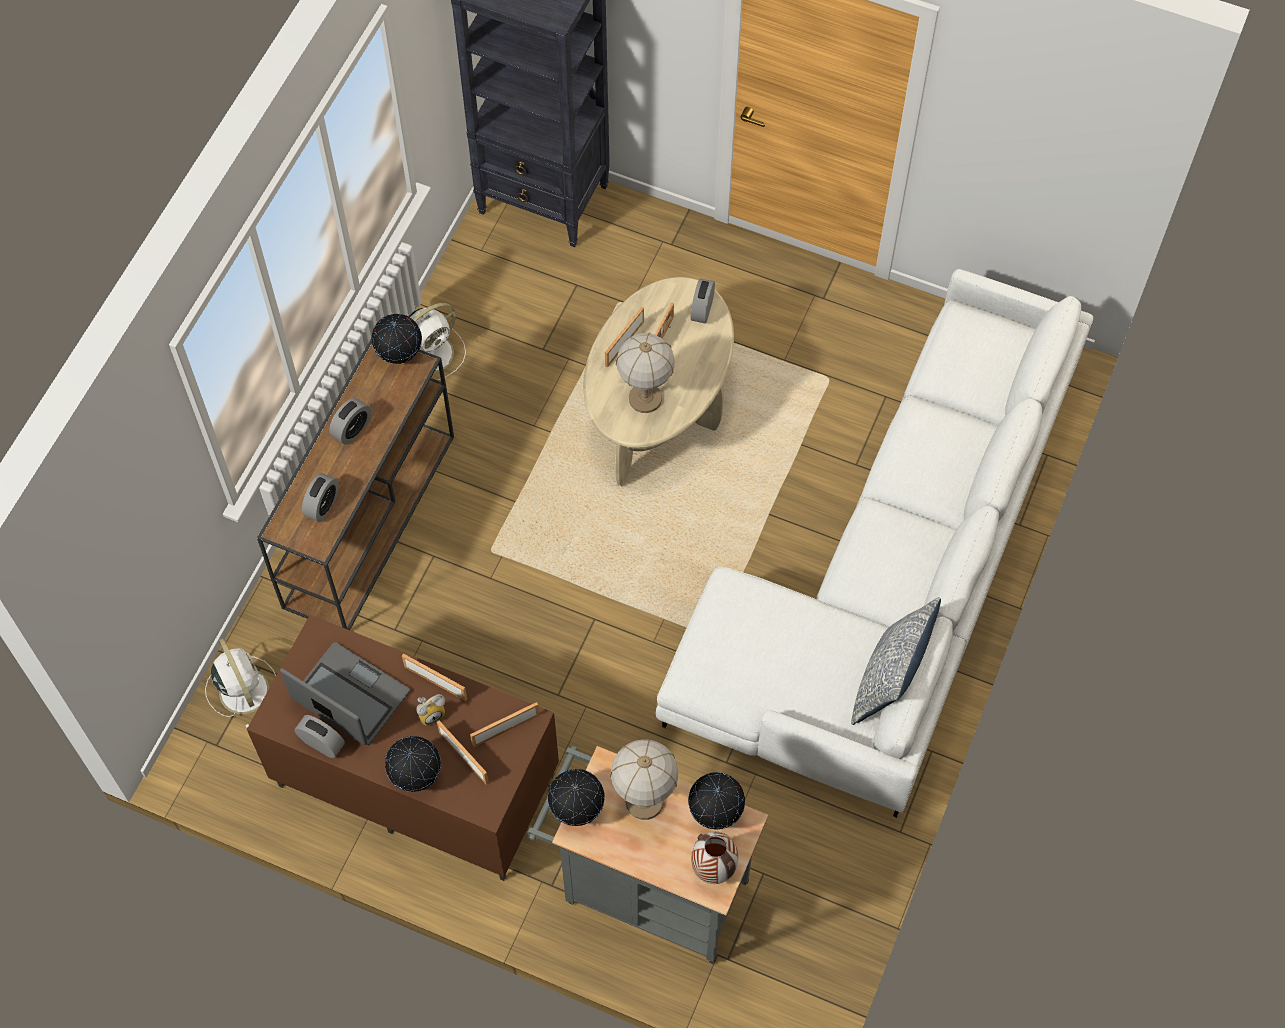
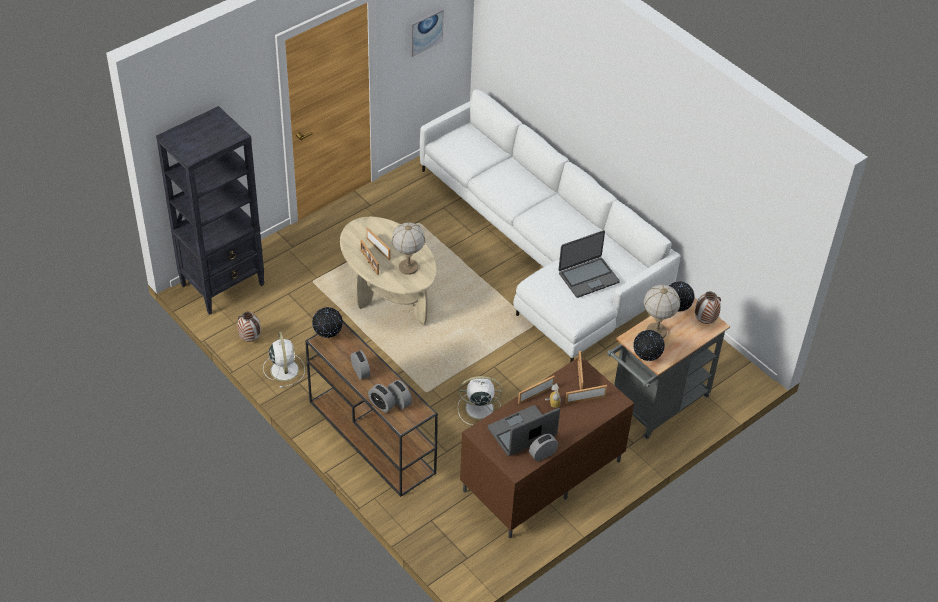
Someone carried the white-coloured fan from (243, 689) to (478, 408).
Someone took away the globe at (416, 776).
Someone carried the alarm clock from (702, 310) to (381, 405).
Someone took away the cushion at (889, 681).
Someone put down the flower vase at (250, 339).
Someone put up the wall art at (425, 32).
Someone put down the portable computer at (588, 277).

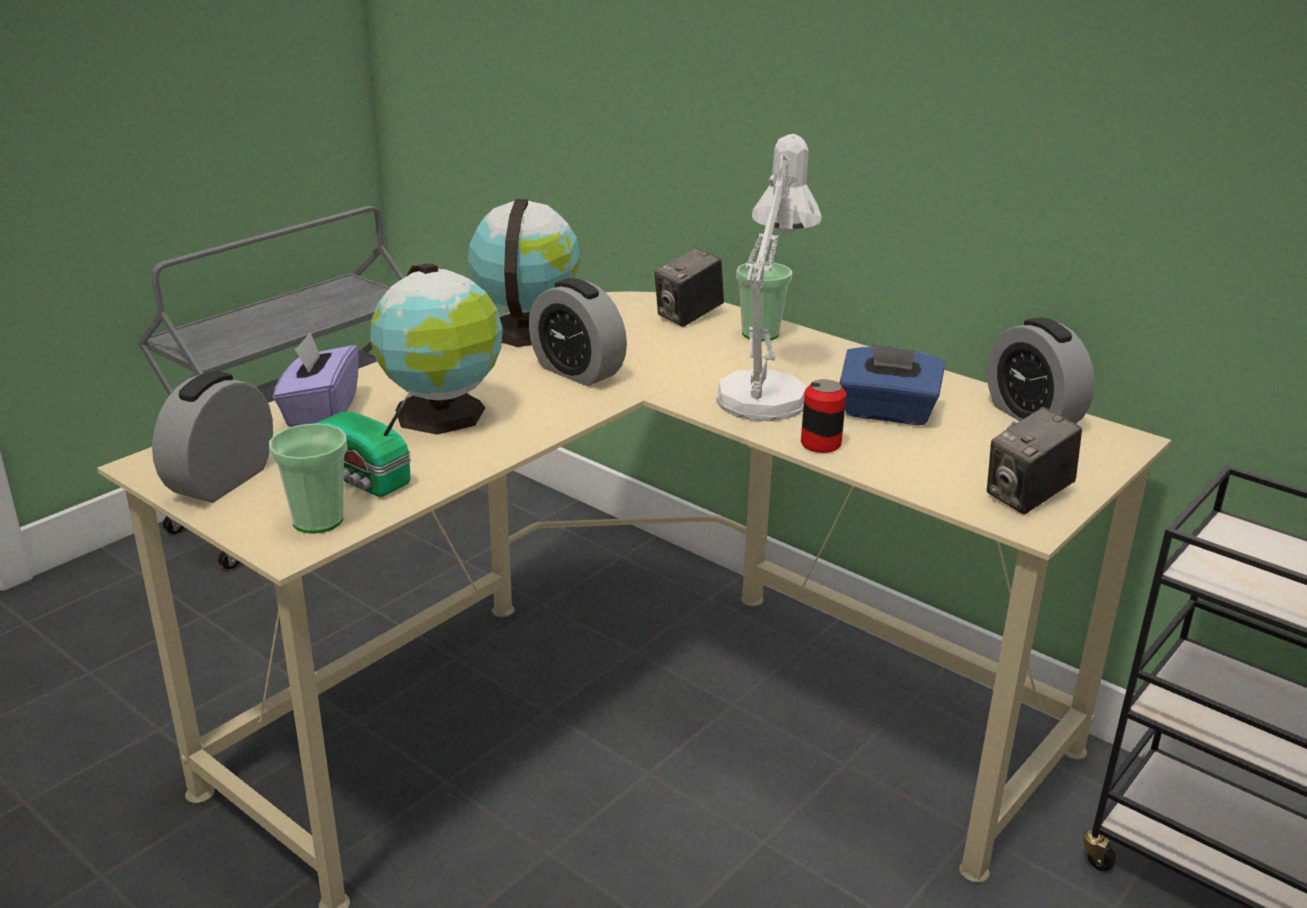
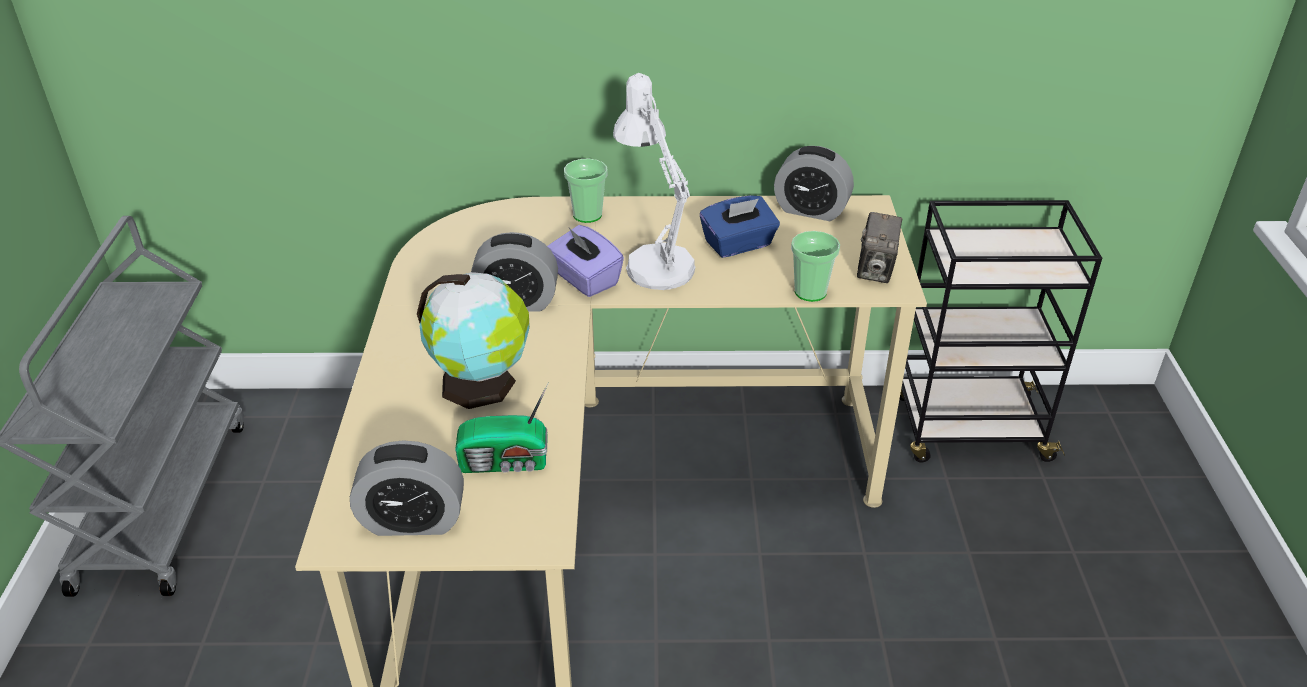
Someone rotated the alarm clock at (221, 481) by 75 degrees counterclockwise.
Someone carried the cup from (318, 520) to (810, 292).
Someone carried the purple box of tissues from (321, 412) to (585, 279).
Someone took away the globe at (526, 329).
Someone took away the still camera at (688, 317).
Someone took away the metal can at (820, 444).

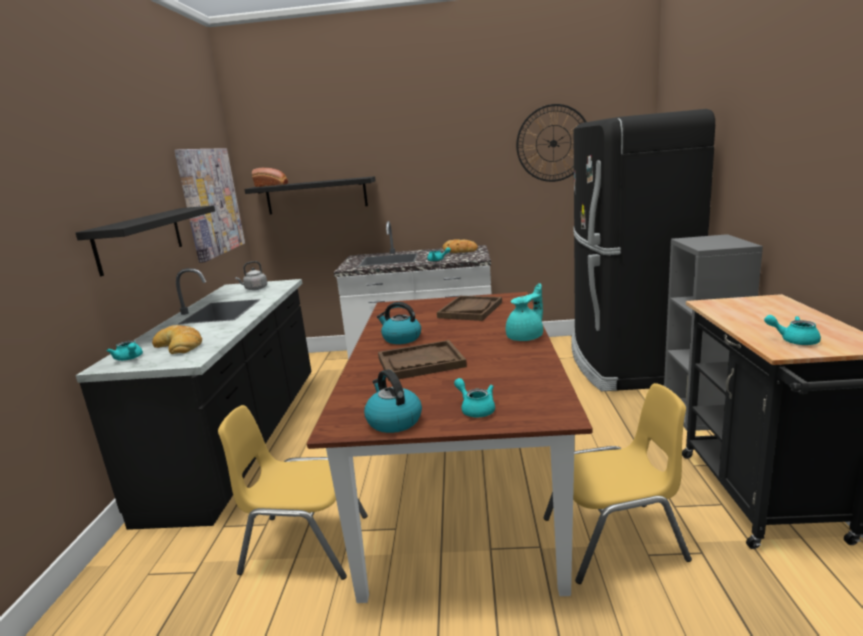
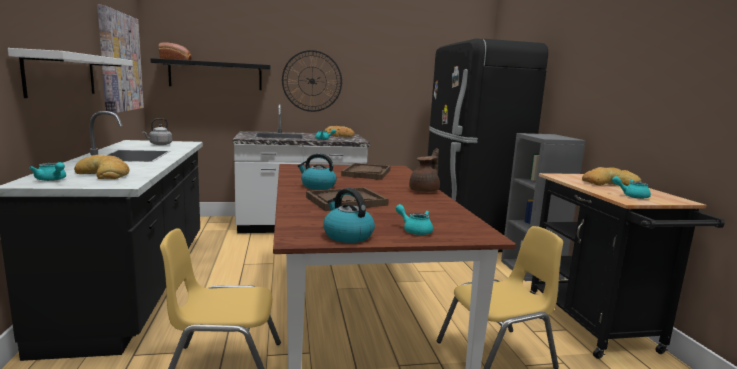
Someone repainted the black shelf at (140, 239), which became the white-coloured shelf at (61, 75).
Someone repainted the turquoise-coloured teapot at (526, 337), which became the brown teapot at (425, 191).
Someone carried the wall clock from (553, 143) to (312, 81).
Someone put down the bakery bread at (609, 184).

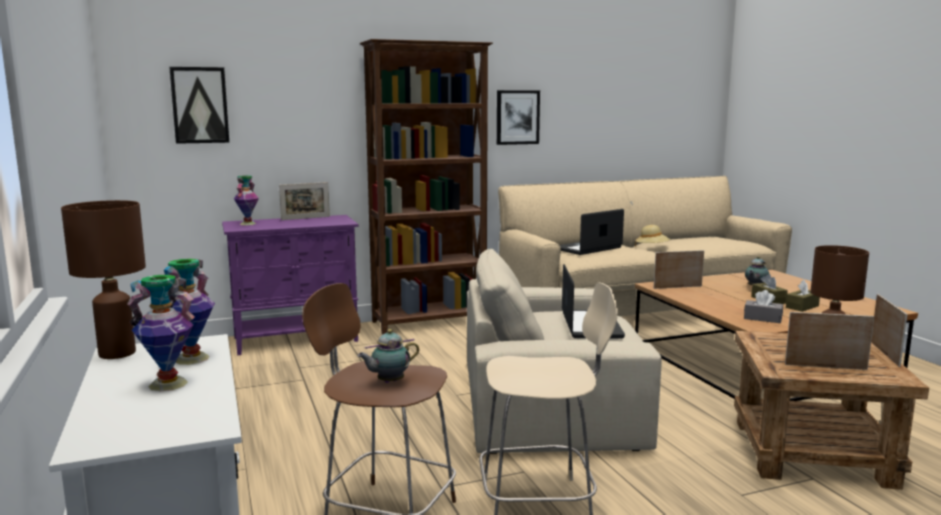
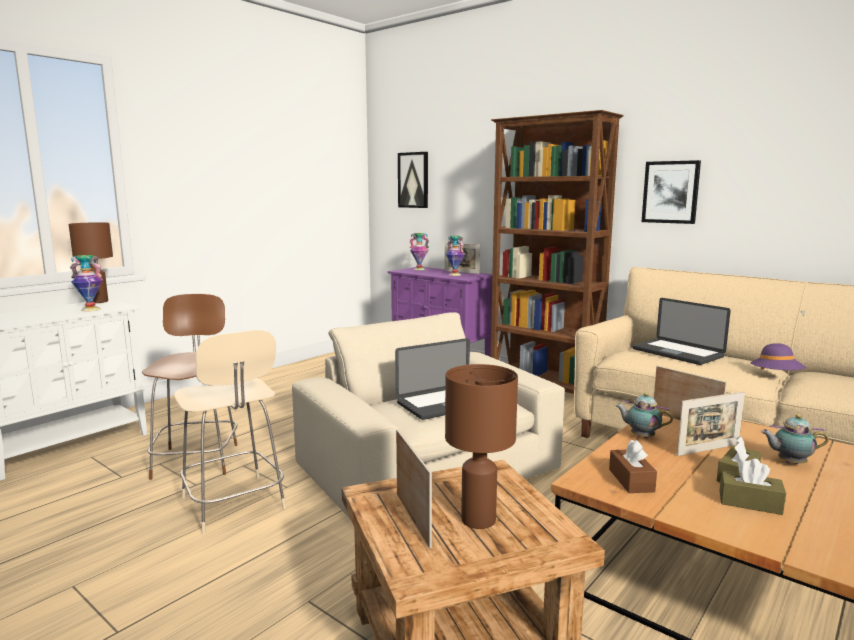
Someone carried the flower vase from (168, 384) to (454, 274).
Someone carried the teapot from (388, 382) to (640, 436).
Someone rotated the portable computer at (588, 248) by 150 degrees counterclockwise.
Someone repainted the beige-coloured clothing hat at (652, 248), which became the purple clothing hat at (776, 376).
Someone repainted the gray box of tissues at (762, 318), which became the brown box of tissues at (631, 480).
Someone carried the photo frame from (884, 354) to (708, 450).

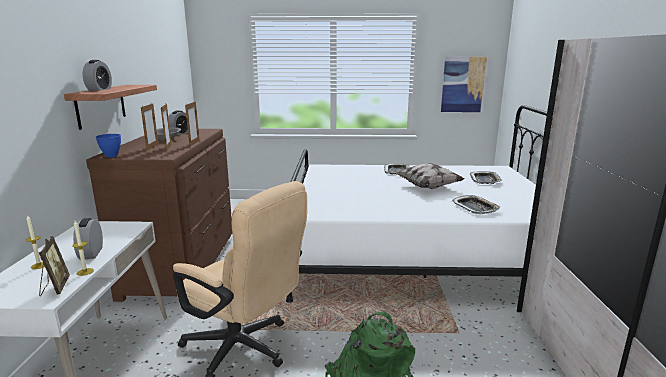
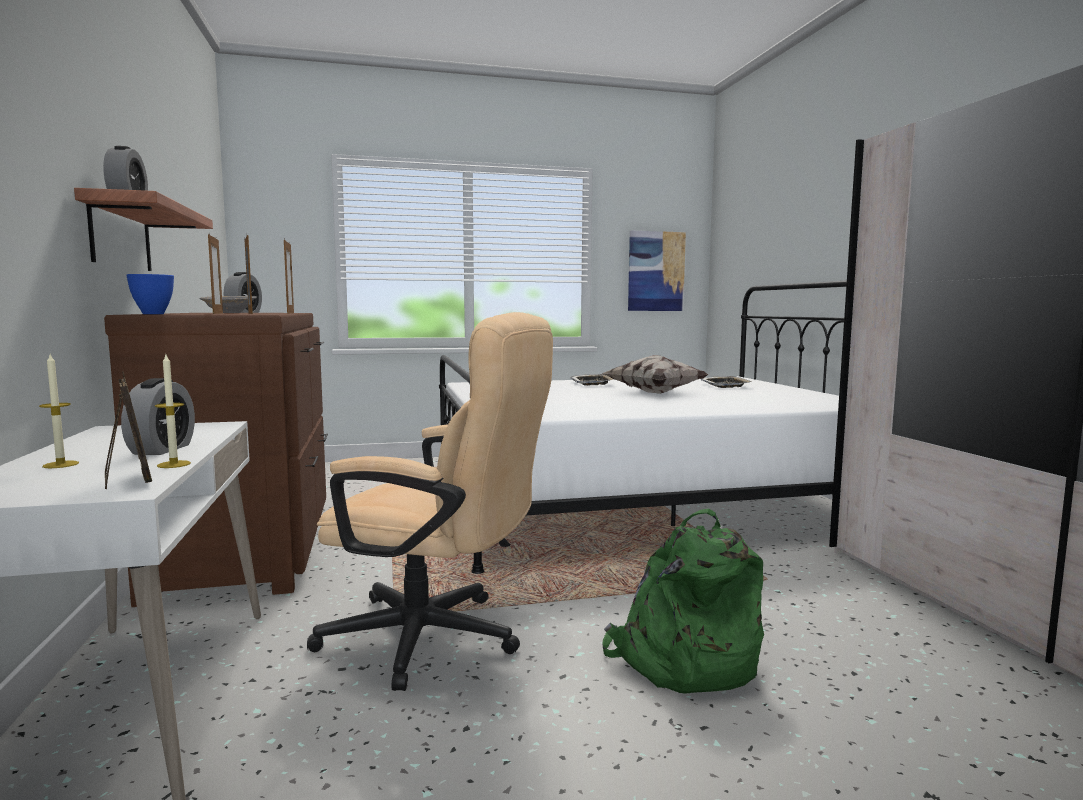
Someone rotated the alarm clock at (91, 253) by 150 degrees counterclockwise.
Someone took away the serving tray at (475, 208).

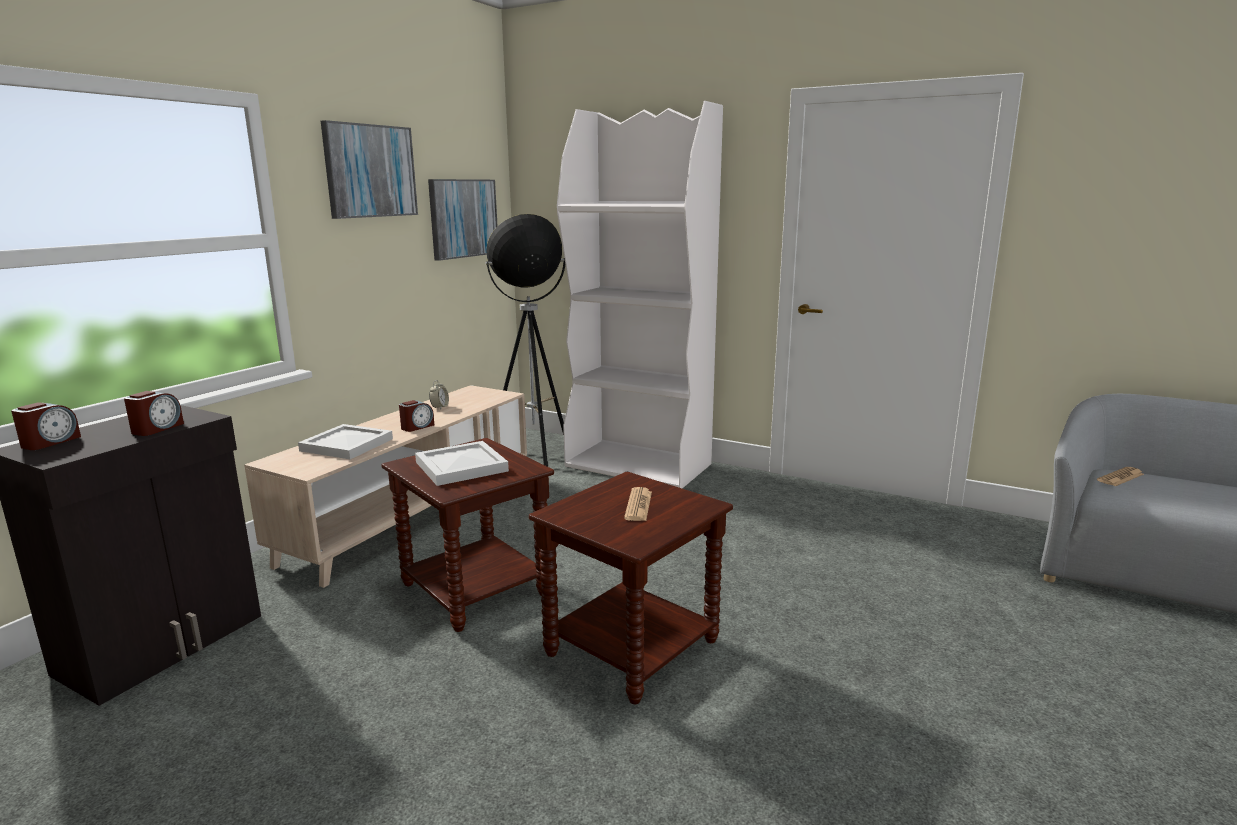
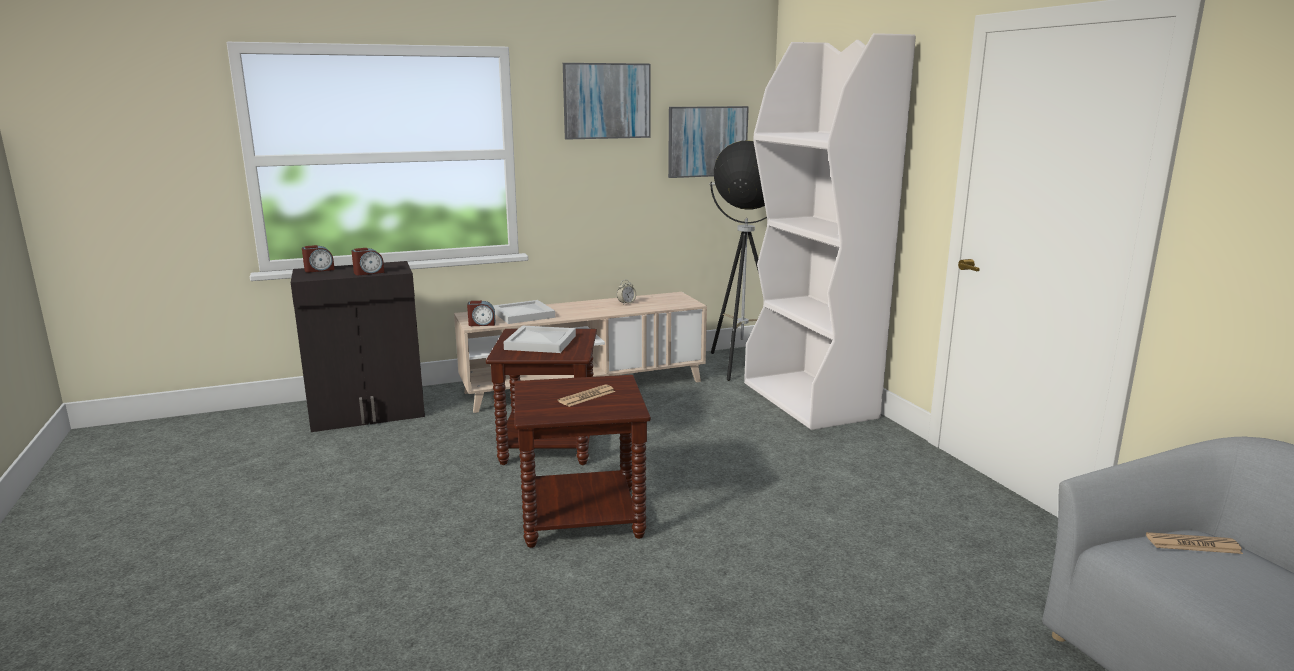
Someone carried the alarm clock from (417, 427) to (482, 324).

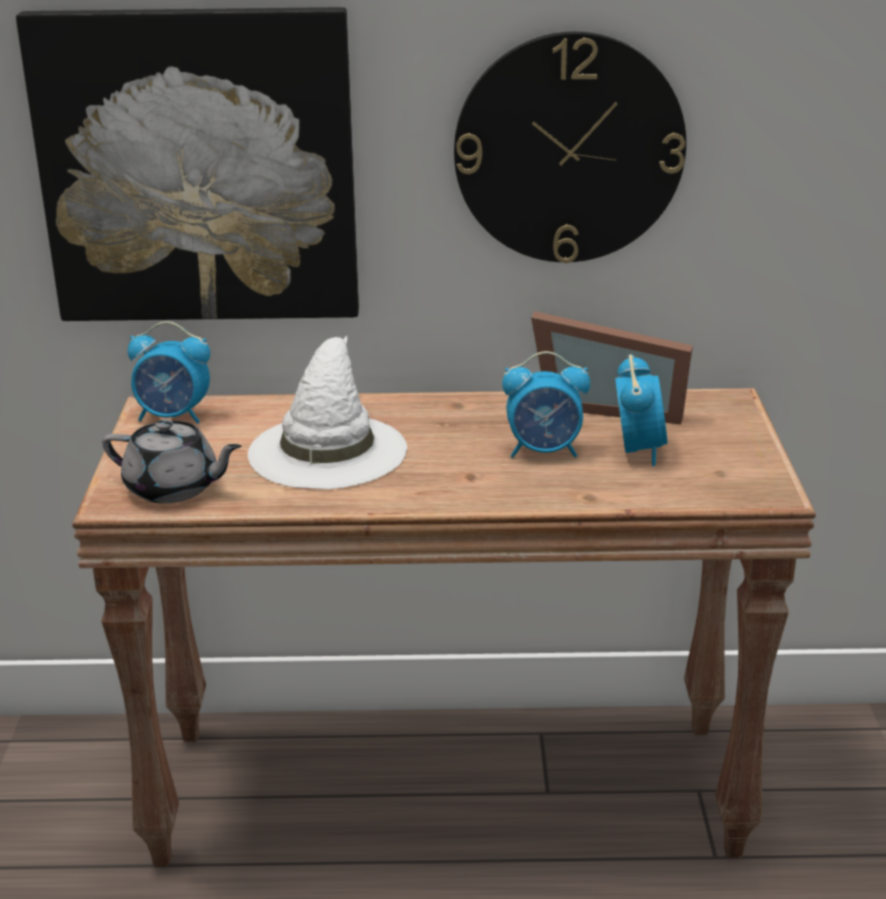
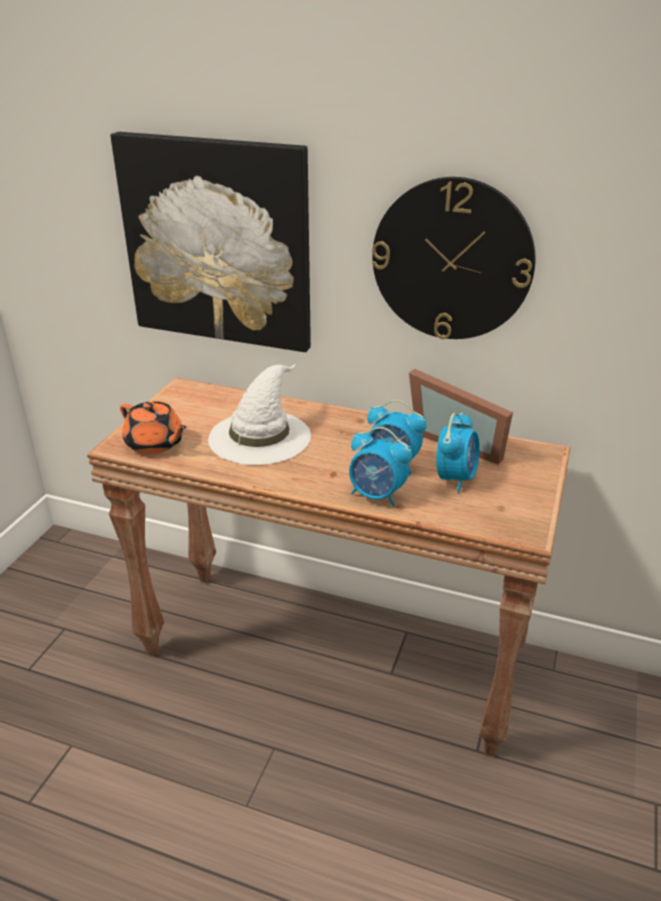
Someone repainted the gray teapot at (173, 488), which became the orangey teapot at (155, 444).
Someone carried the alarm clock from (174, 417) to (377, 495).

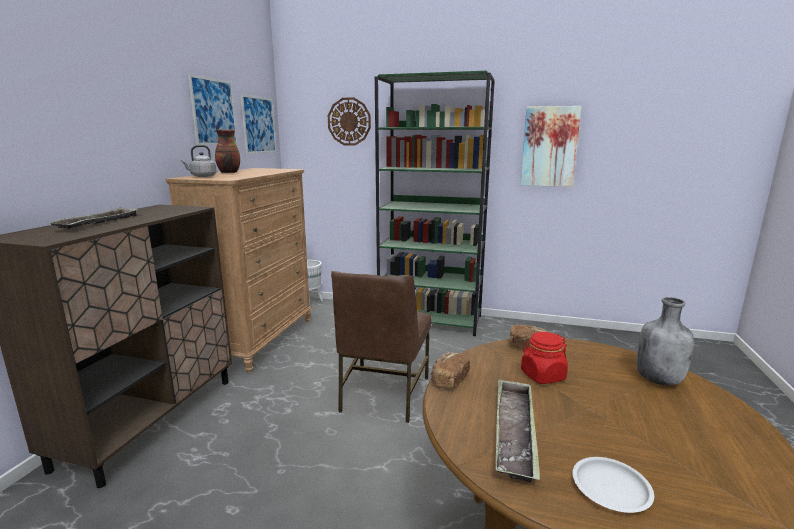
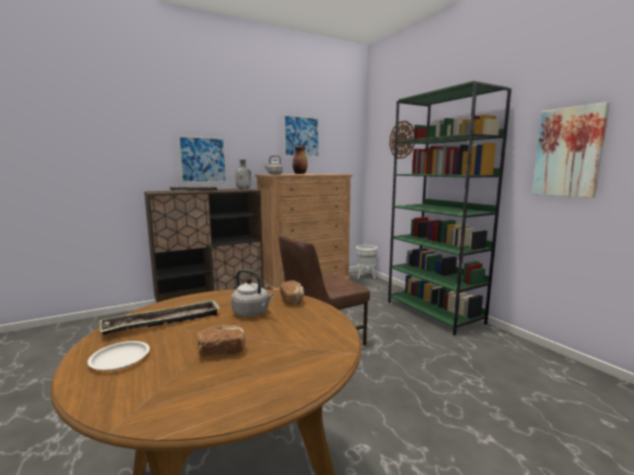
Someone carried the wall art from (259, 125) to (203, 159).
Someone carried the bakery bread from (448, 380) to (222, 351).
Someone swapped the red-coloured jar at (542, 376) for the gray tea kettle at (252, 313).
Someone carried the gray drink bottle from (659, 380) to (244, 189).

